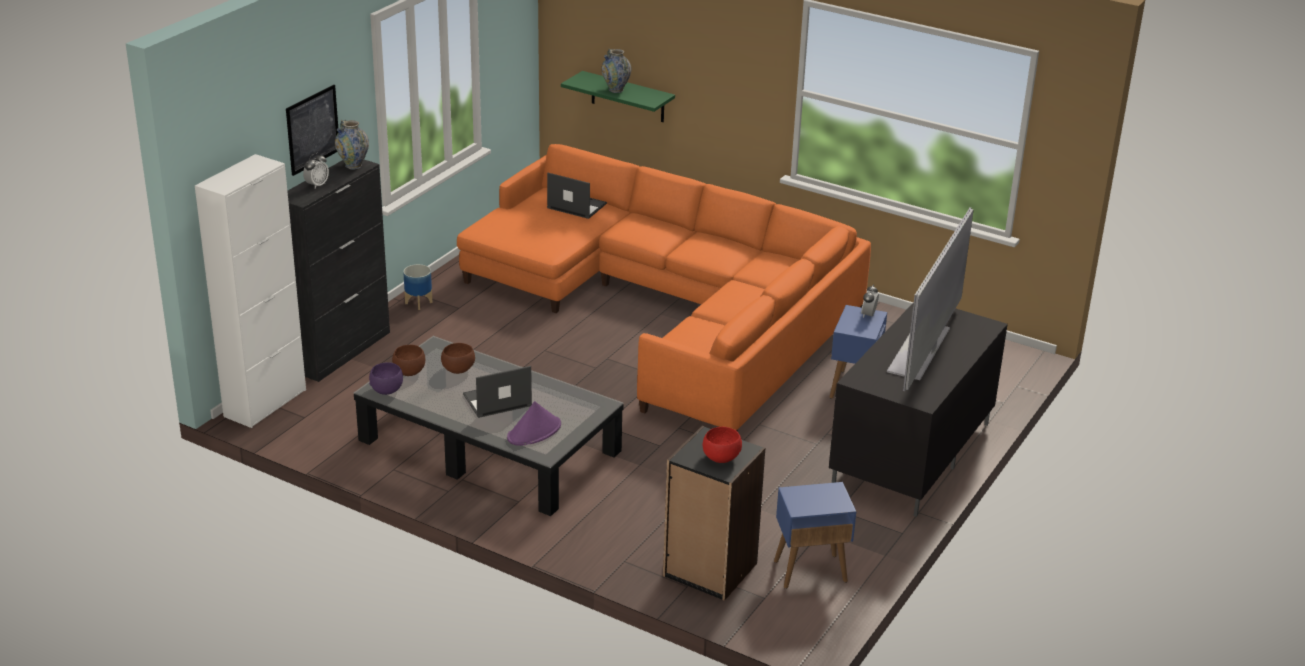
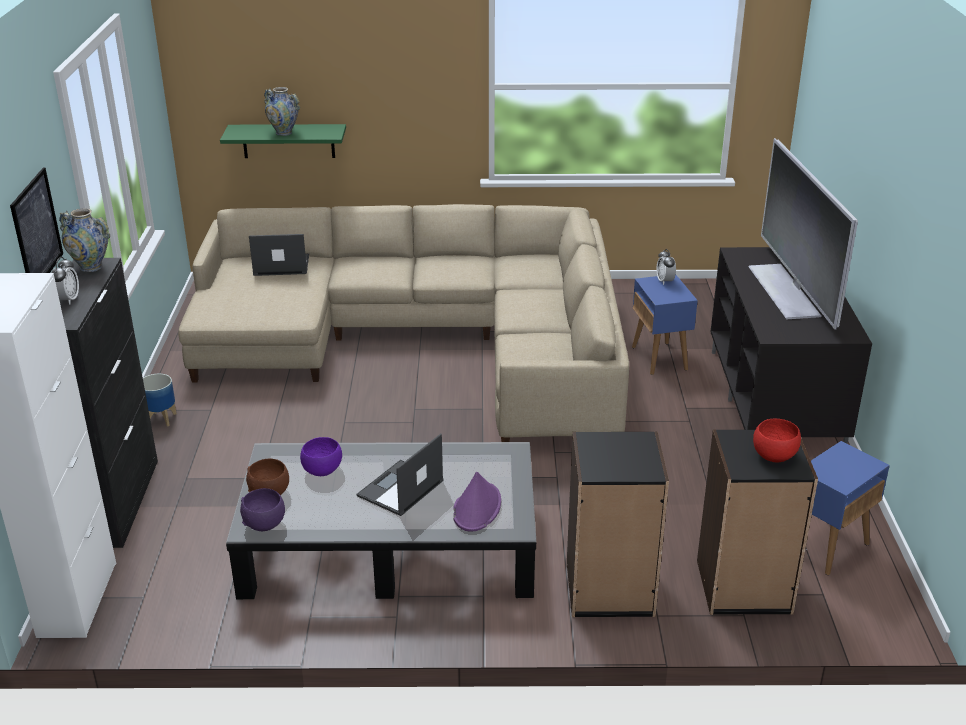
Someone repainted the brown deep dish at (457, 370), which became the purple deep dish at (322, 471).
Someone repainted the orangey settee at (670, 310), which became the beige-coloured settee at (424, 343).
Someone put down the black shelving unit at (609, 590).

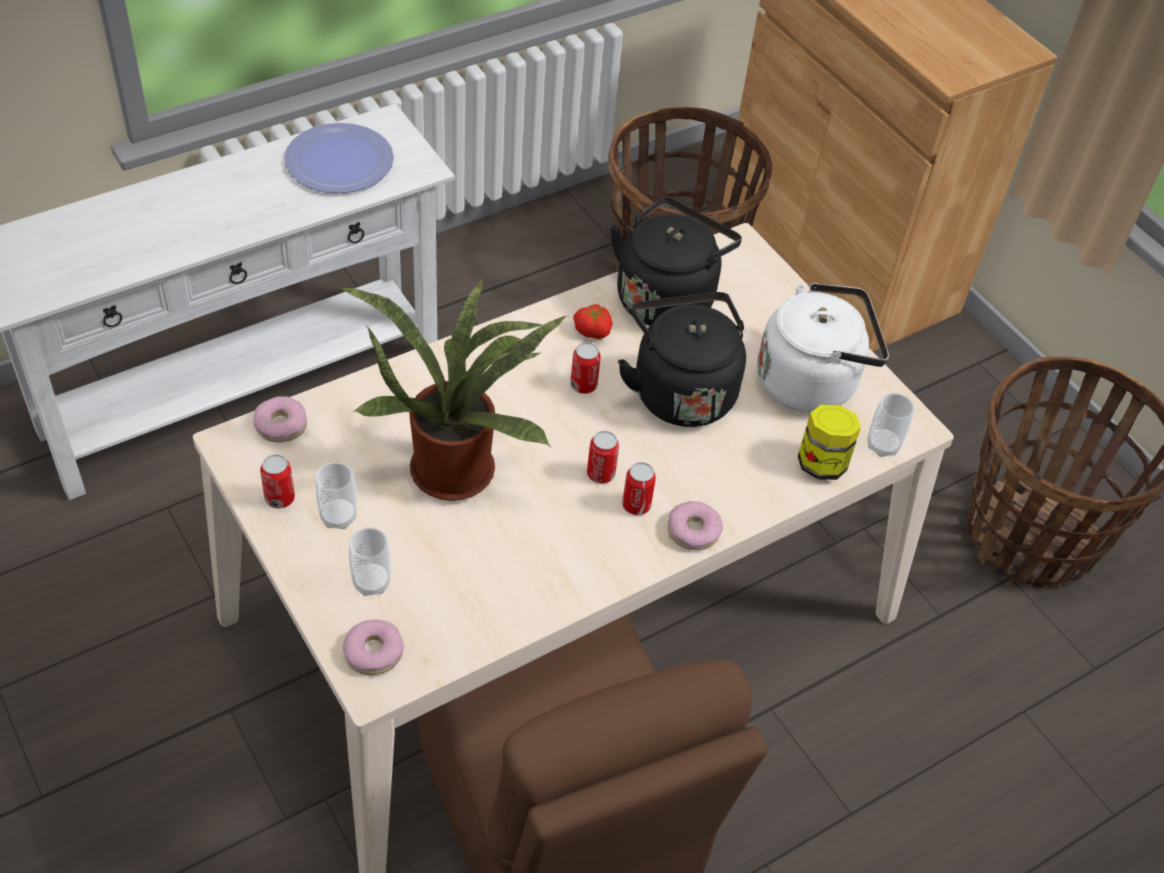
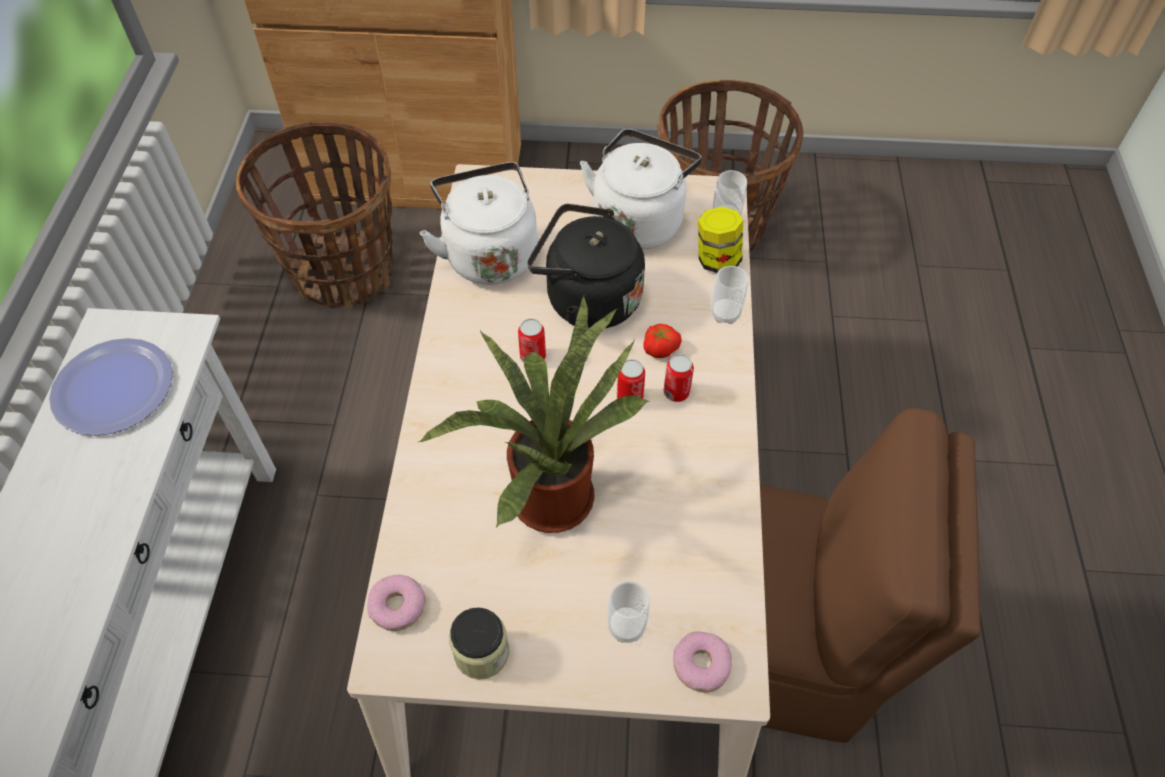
Someone swapped the metal can at (280, 498) for the jar at (481, 652).
Someone carried the cup from (338, 516) to (725, 314).
Someone carried the tomato from (593, 330) to (659, 347).
Someone repainted the black tea kettle at (667, 297), which became the white-coloured tea kettle at (489, 253).
Someone took away the ring doughnut at (693, 531).

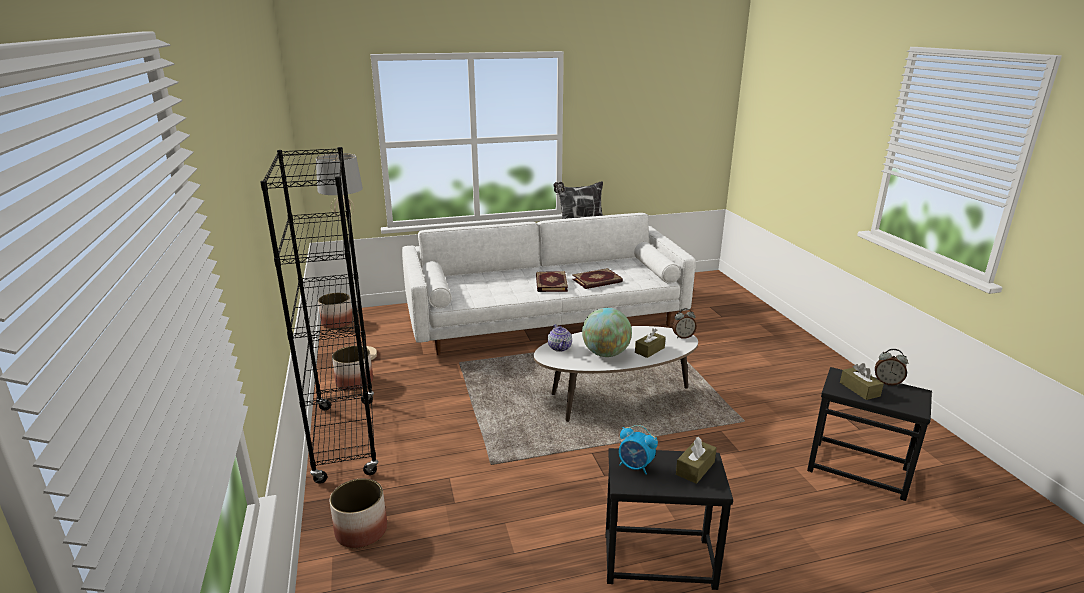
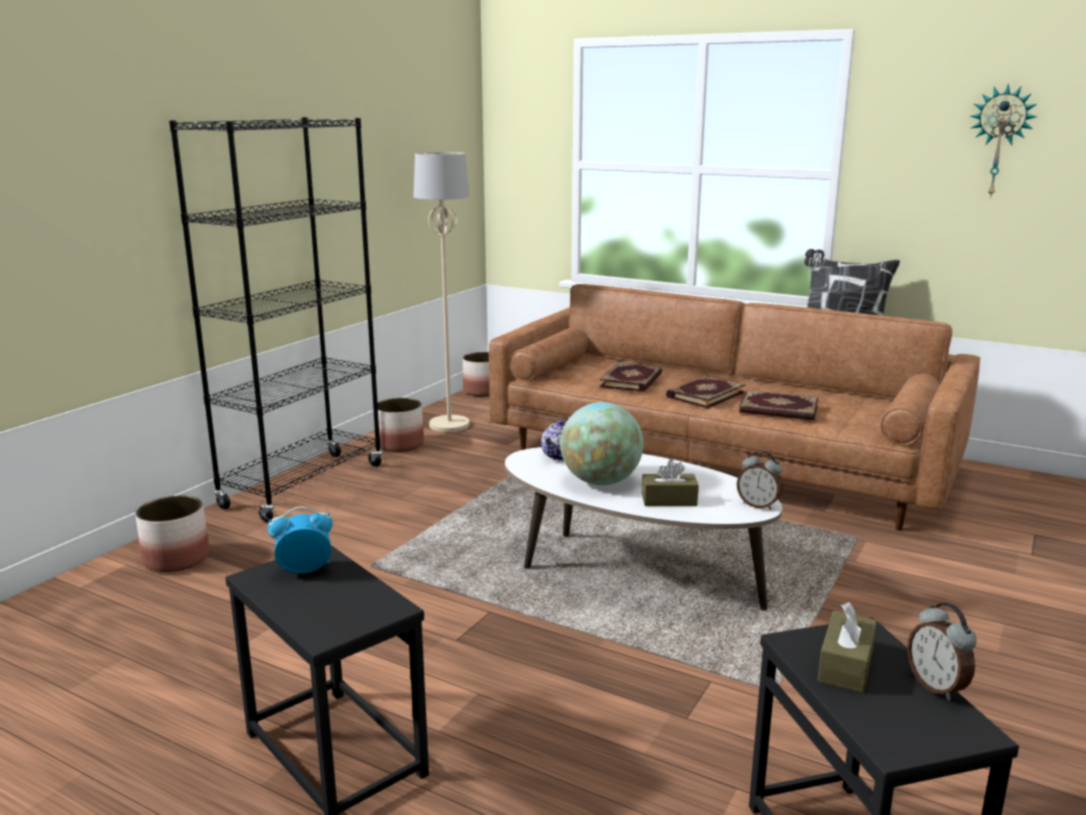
Someone repainted the white-coloured settee at (545, 319), which became the brown settee at (718, 460).
Someone rotated the alarm clock at (635, 467) by 90 degrees clockwise.
Someone took away the brown box of tissues at (695, 468).
Someone put down the bound book at (632, 380).
Someone put up the wall clock at (999, 141).

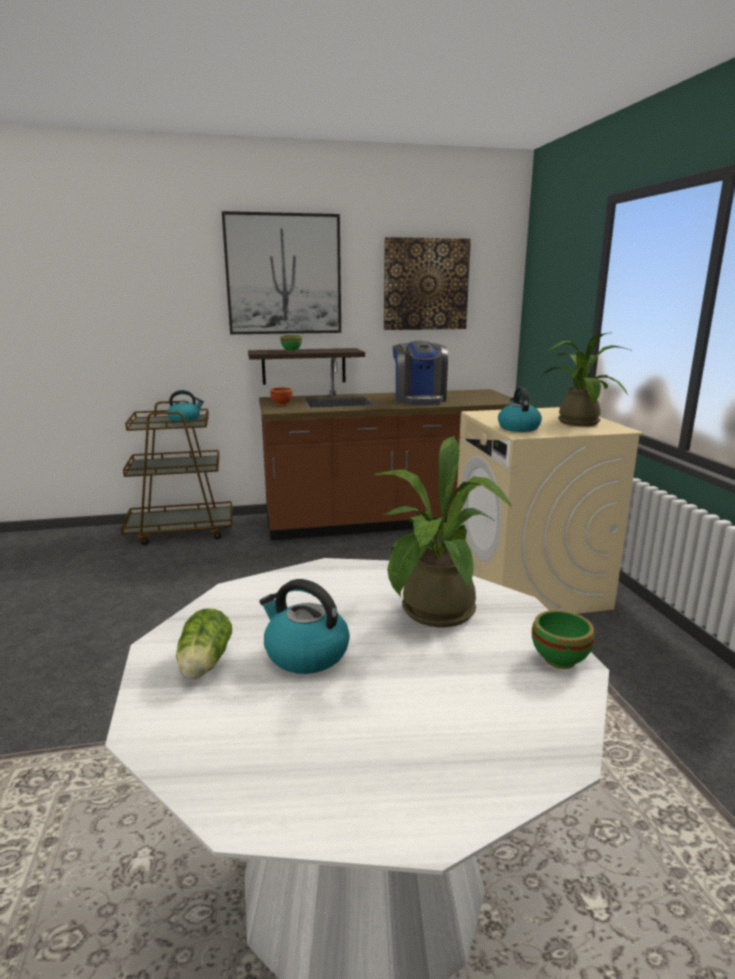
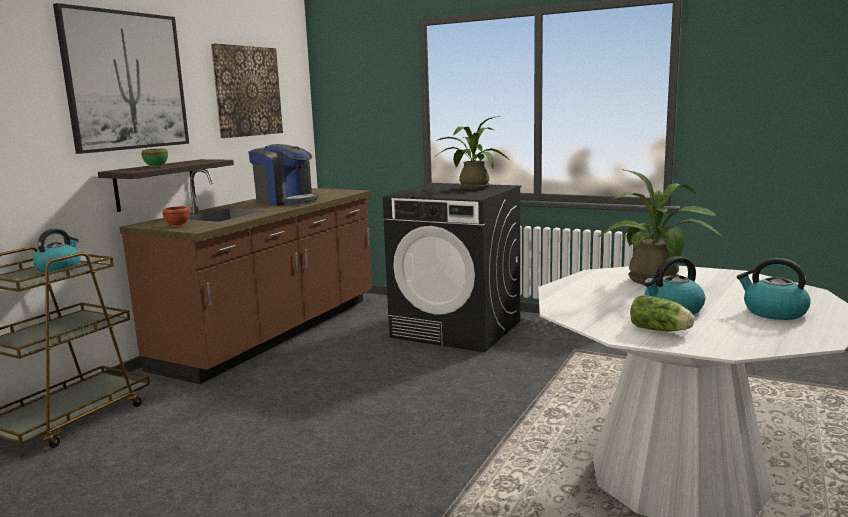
Someone repainted the beige-coloured laundry appliance at (528, 586), which became the black laundry appliance at (457, 329).
Someone carried the tea kettle from (518, 428) to (773, 312).
Someone took away the green-coloured deep dish at (560, 661).

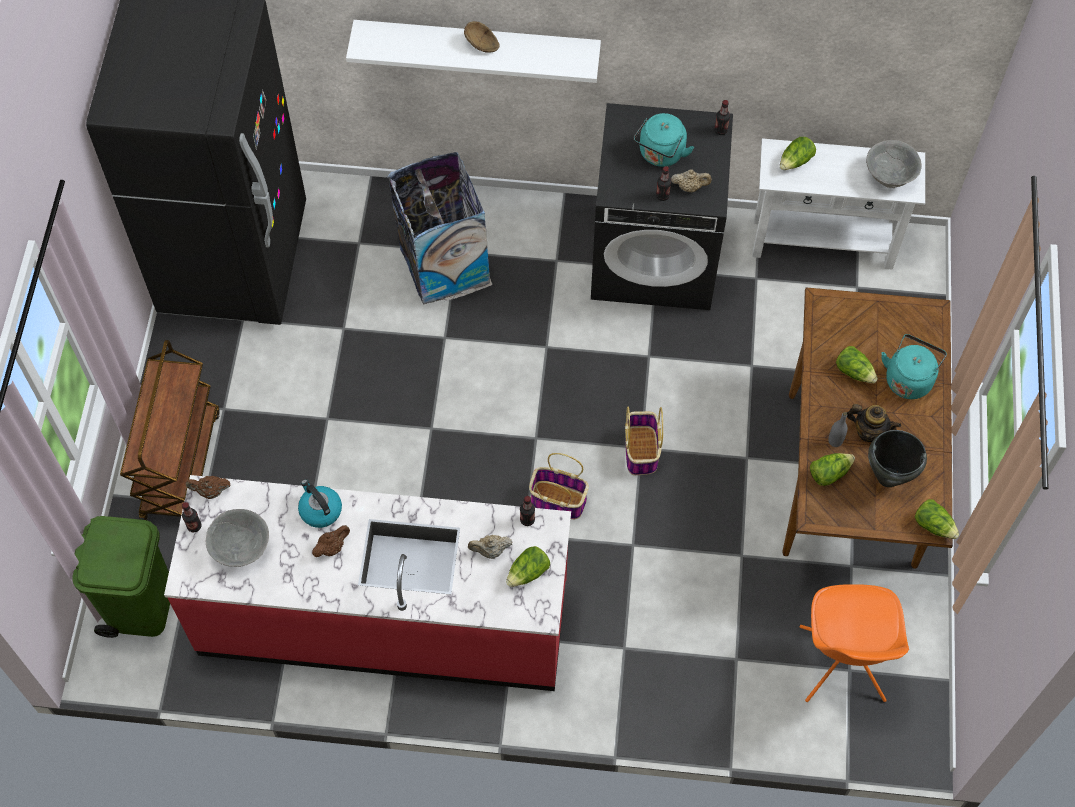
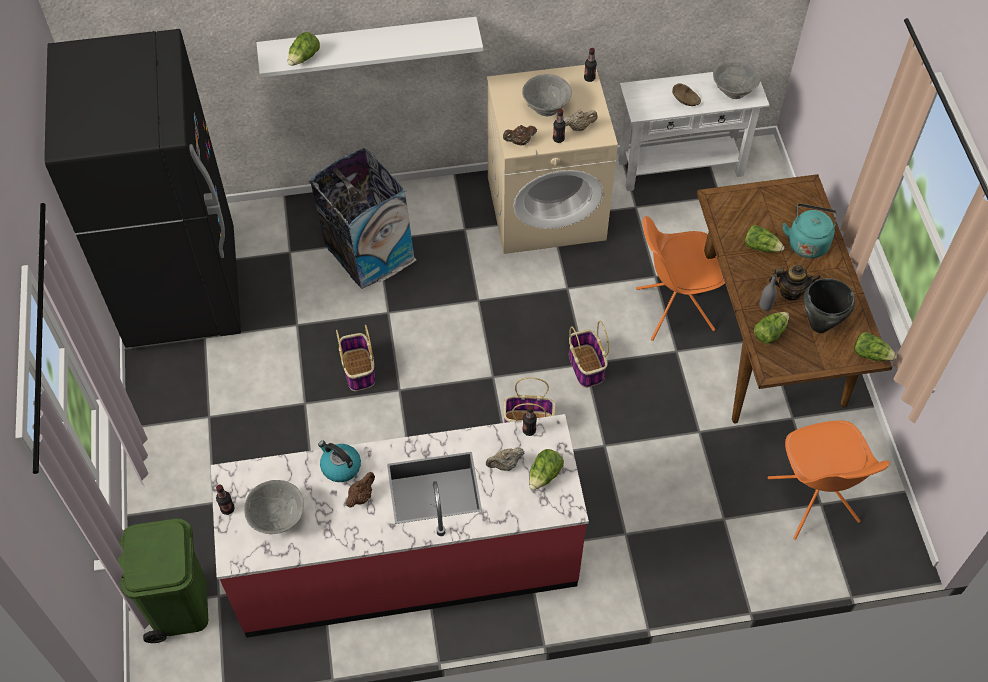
Someone took away the brown trolley at (180, 465).
Someone carried the brown teapot from (210, 491) to (519, 142).
Someone carried the brown deep dish from (482, 45) to (686, 101).
Someone repainted the black laundry appliance at (655, 257), which became the beige-coloured laundry appliance at (547, 208).
Someone swapped the turquoise-coloured tea kettle at (660, 154) for the gray deep dish at (546, 107).
Someone carried the head of lettuce from (795, 161) to (304, 58).
Someone put down the storage basket at (359, 370).
Someone put down the orangey plain chair at (673, 309).

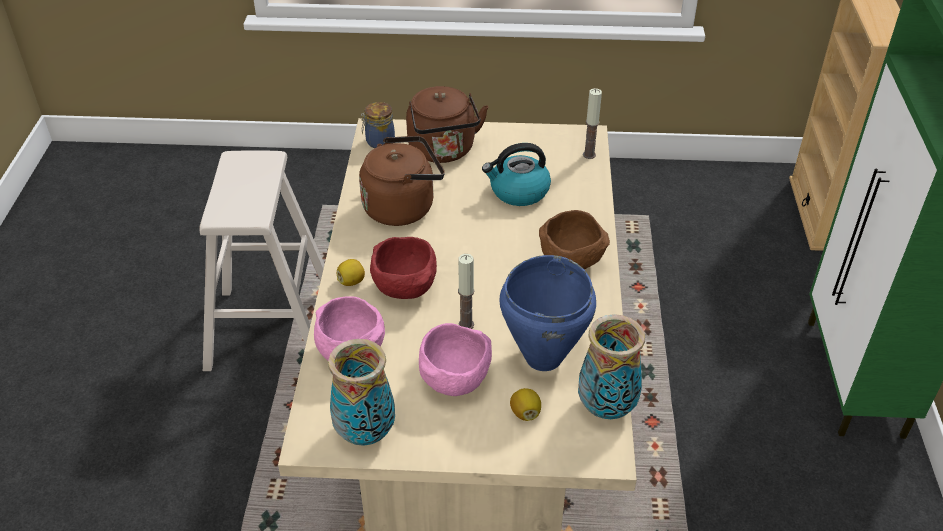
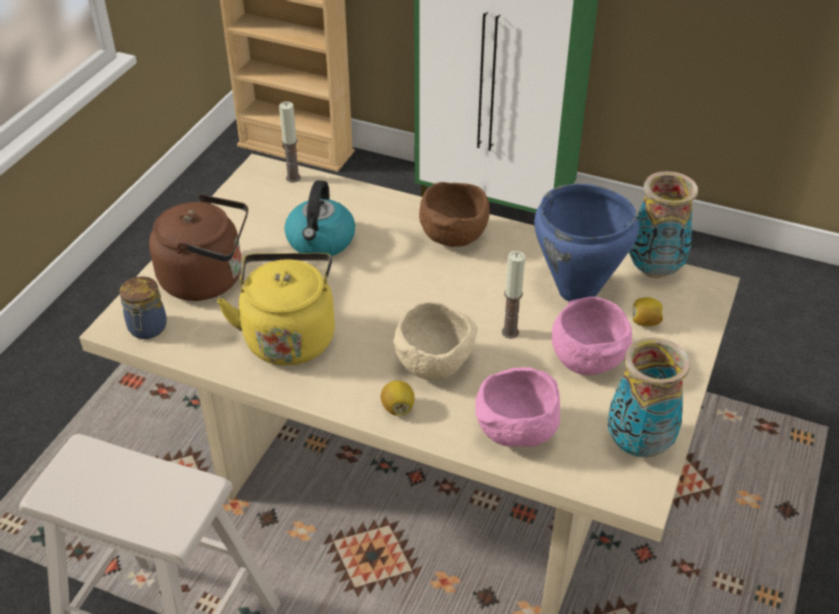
Someone repainted the brown tea kettle at (403, 207), which became the yellowish tea kettle at (289, 336).
Someone repainted the red-coloured deep dish at (406, 289), which became the beige-coloured deep dish at (434, 365).

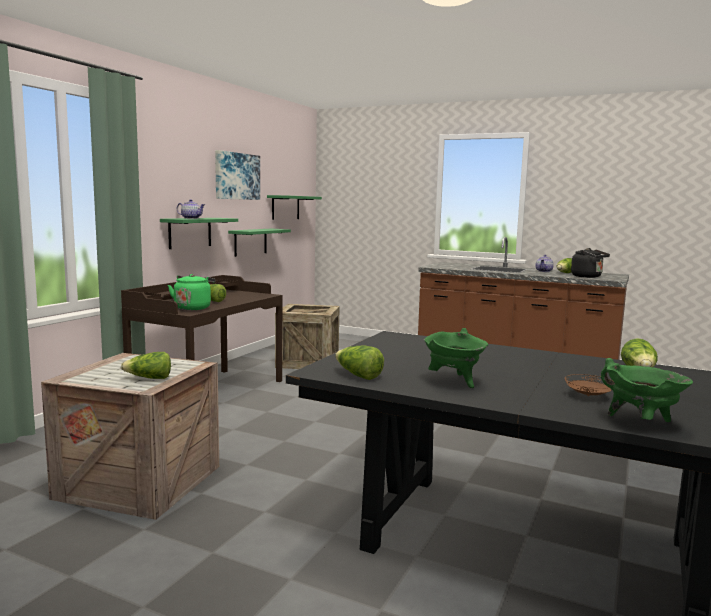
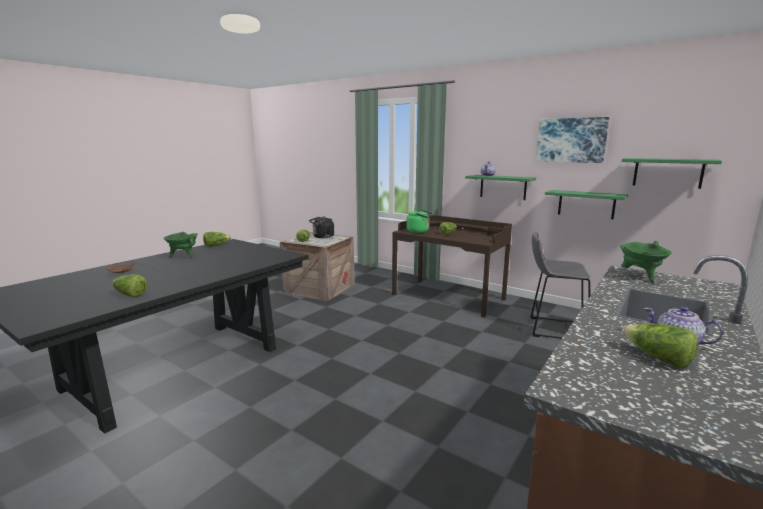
Someone swapped the packing crate at (307, 362) for the gray stool seat at (554, 329).
Someone carried the black tea kettle from (588, 277) to (322, 237).
Someone carried the green-coloured saucepot from (641, 423) to (641, 277).

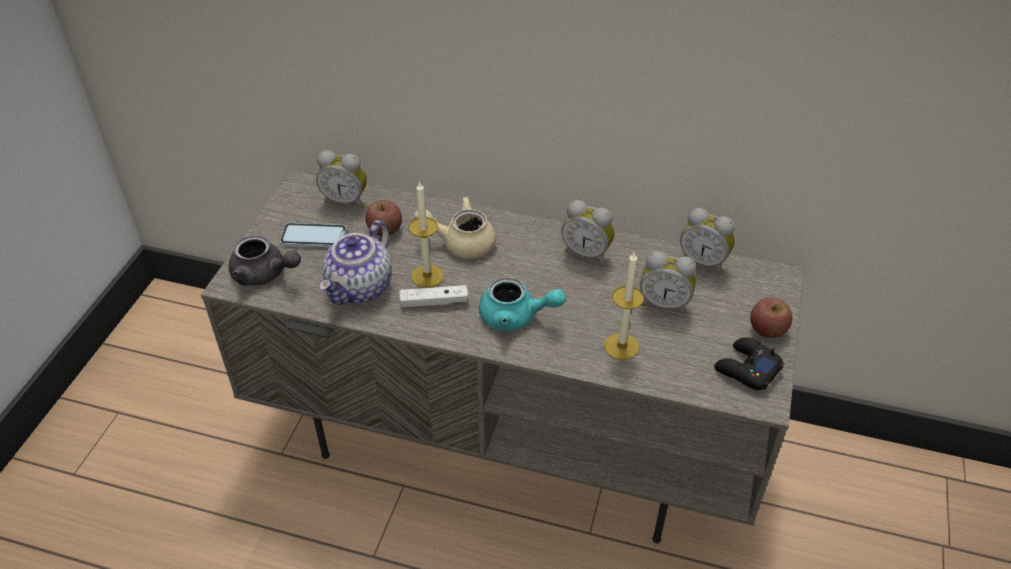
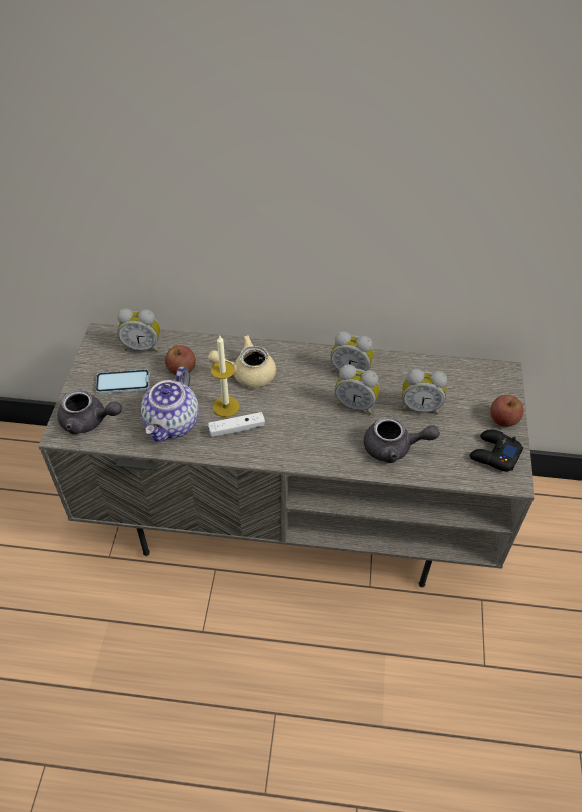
Someone took away the turquoise-coloured teapot at (516, 317).
Someone swapped the candle at (621, 346) for the gray teapot at (394, 448).
Someone carried the alarm clock from (703, 261) to (356, 404).

